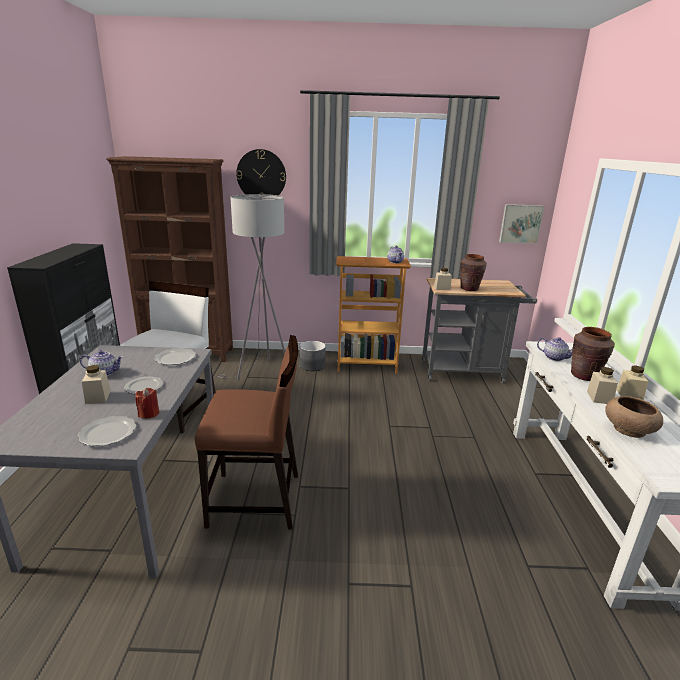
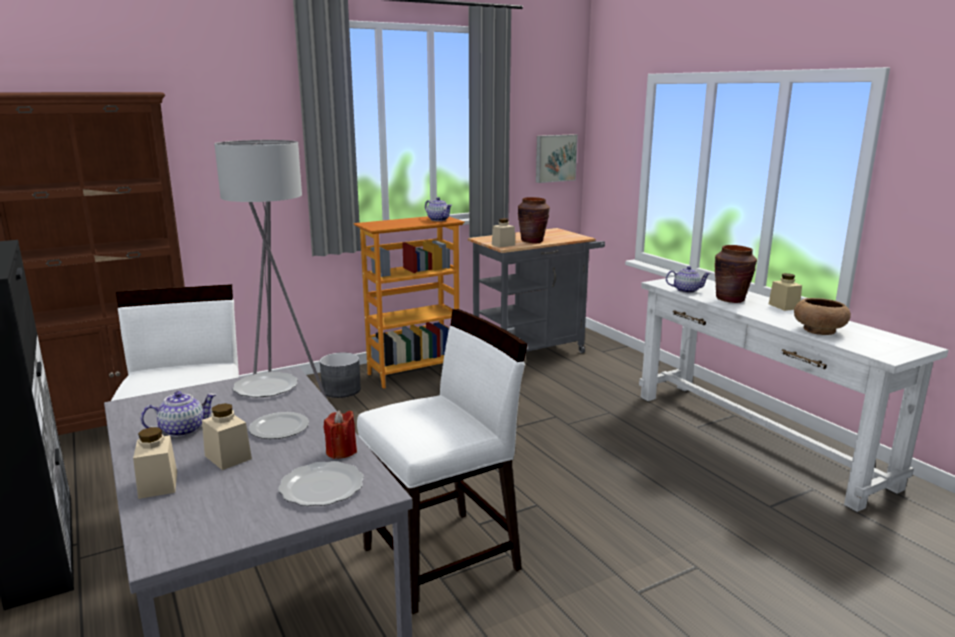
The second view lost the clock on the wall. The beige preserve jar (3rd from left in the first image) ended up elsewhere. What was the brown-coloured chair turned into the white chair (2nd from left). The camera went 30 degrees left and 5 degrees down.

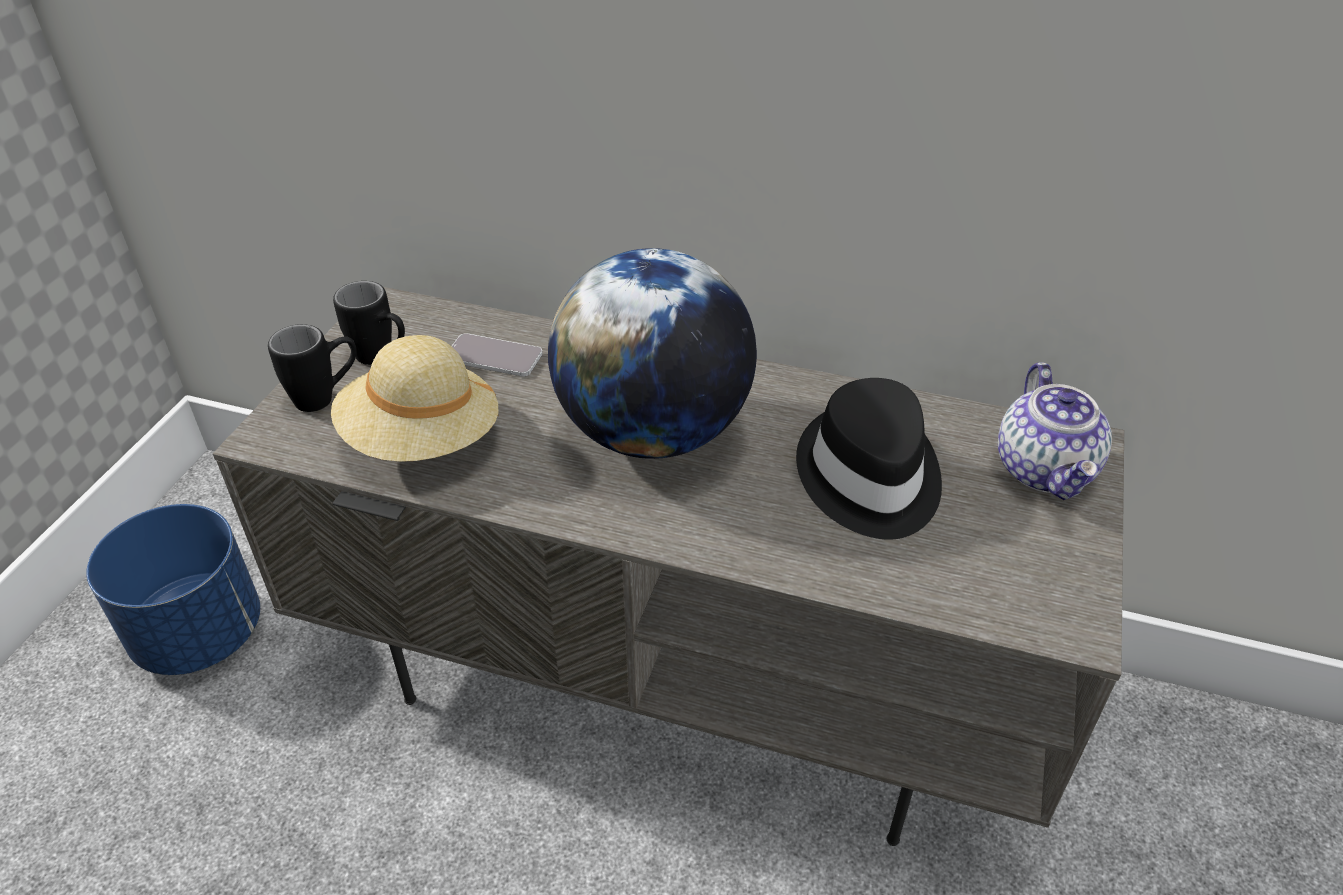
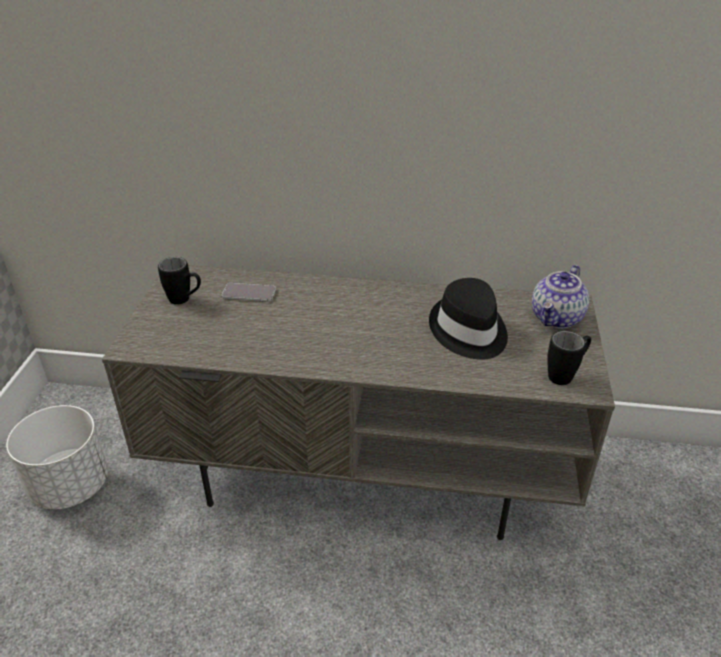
The second view lost the beige wearable hat. The second view lost the world globe. The black-coloured tea mug (1st from left in the first image) ended up elsewhere. What was the bluish planter turned into the white planter. The pot for tea ended up facing another way, 45 degrees clockwise from before. The camera went 10 degrees left and 5 degrees down.

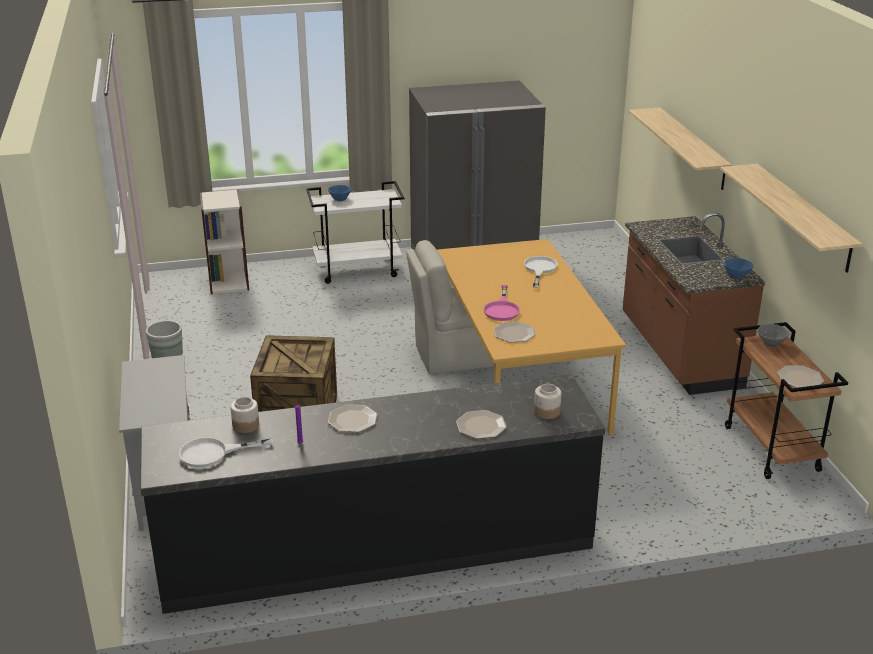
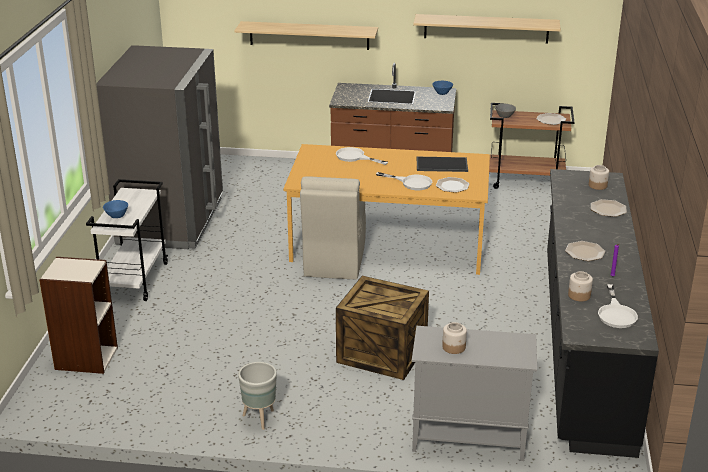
The second view gained the tray. The second view gained the preserve jar (1st from left). What was the pink frying pan turned into the white frying pan (2nd from left). The camera went 70 degrees left and 0 degrees up.

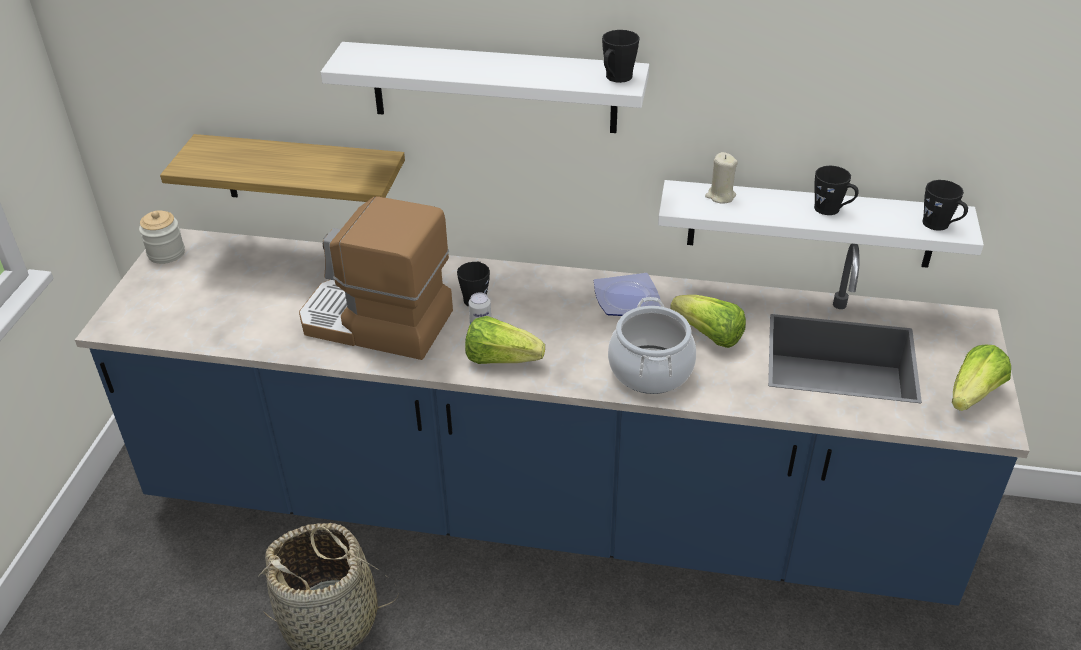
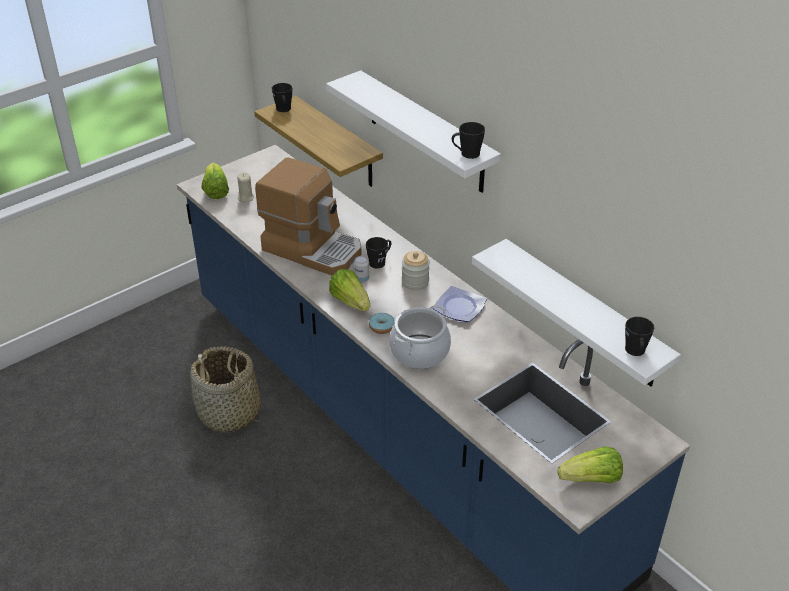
The second view gained the ring doughnut. The preserve jar ended up elsewhere. The head of lettuce (2nd from left in the first image) ended up elsewhere. The beige wax candle ended up elsewhere. The black-coloured tea mug (3rd from left in the first image) ended up elsewhere. The coffee machine ended up facing another way, 150 degrees clockwise from before. The camera went 40 degrees right and 0 degrees up.

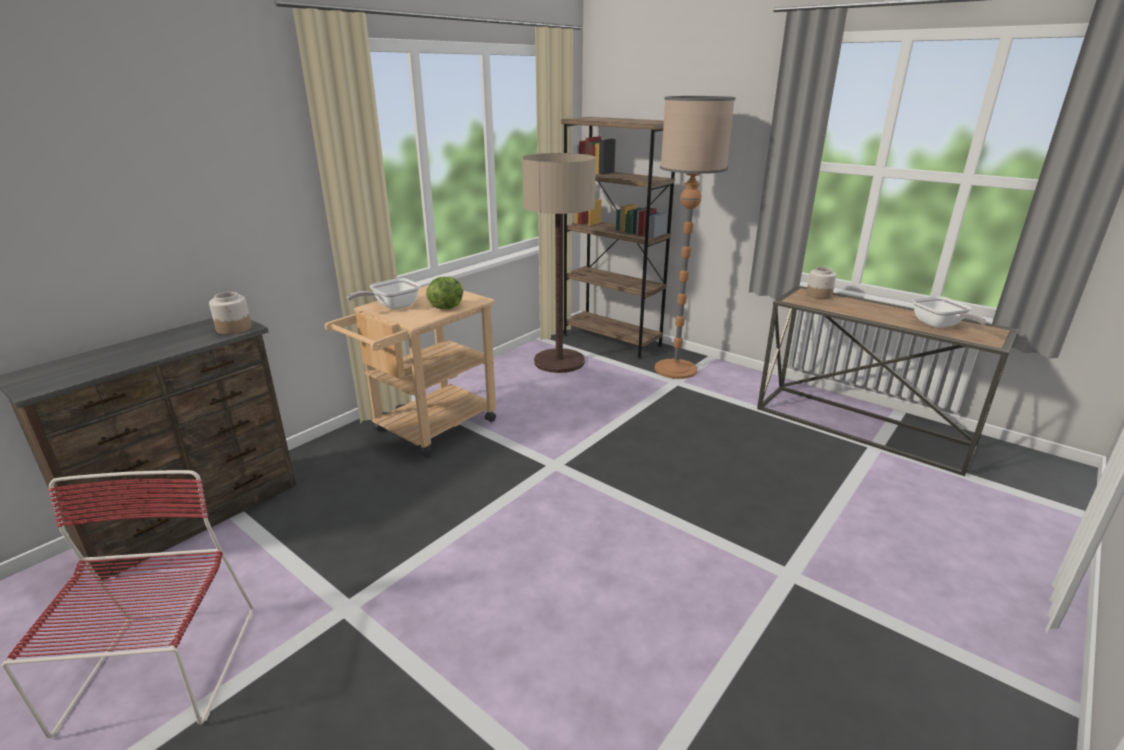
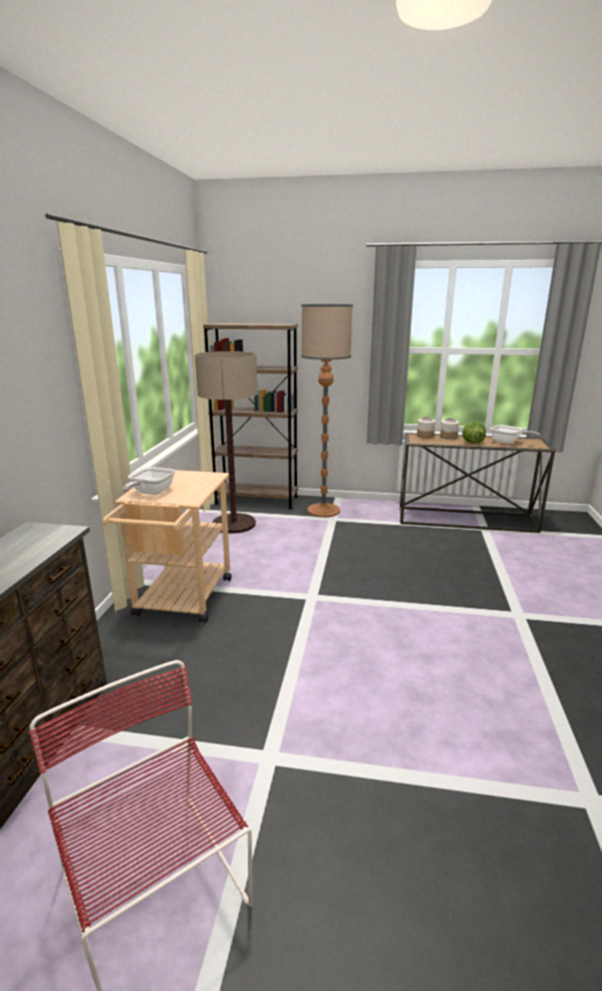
The preserve jar (1st from left in the first image) ended up elsewhere. The head of lettuce ended up elsewhere. The camera went 30 degrees left and 5 degrees down.

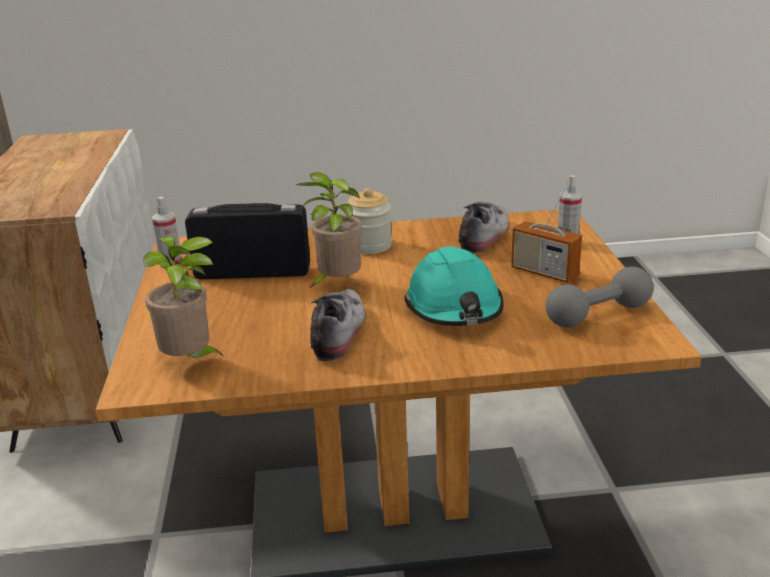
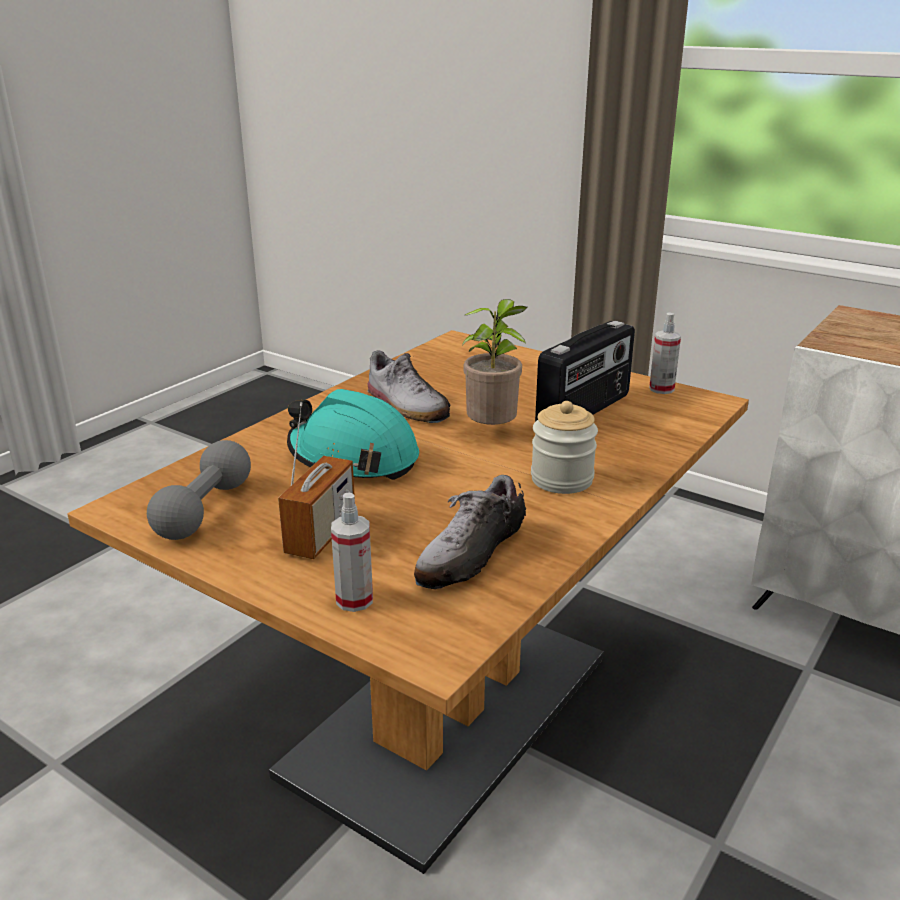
The second view lost the potted plant (1st from left). The shoe (2nd from left) ended up facing another way, 60 degrees clockwise from before. The radio set (2nd from left in the first image) ended up facing another way, 120 degrees clockwise from before. The camera went 130 degrees right and 0 degrees up.

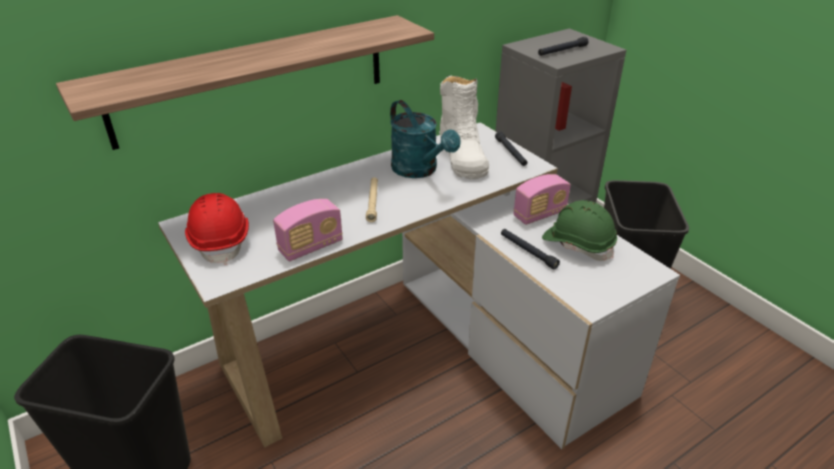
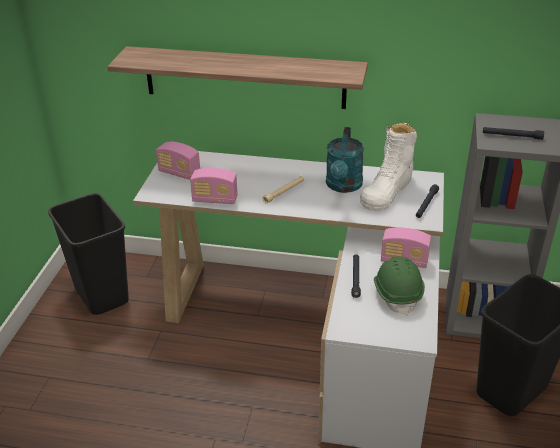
Where the red hard hat stood, the radio set (1st from left) came to stand. The camera went 45 degrees right and 0 degrees up.

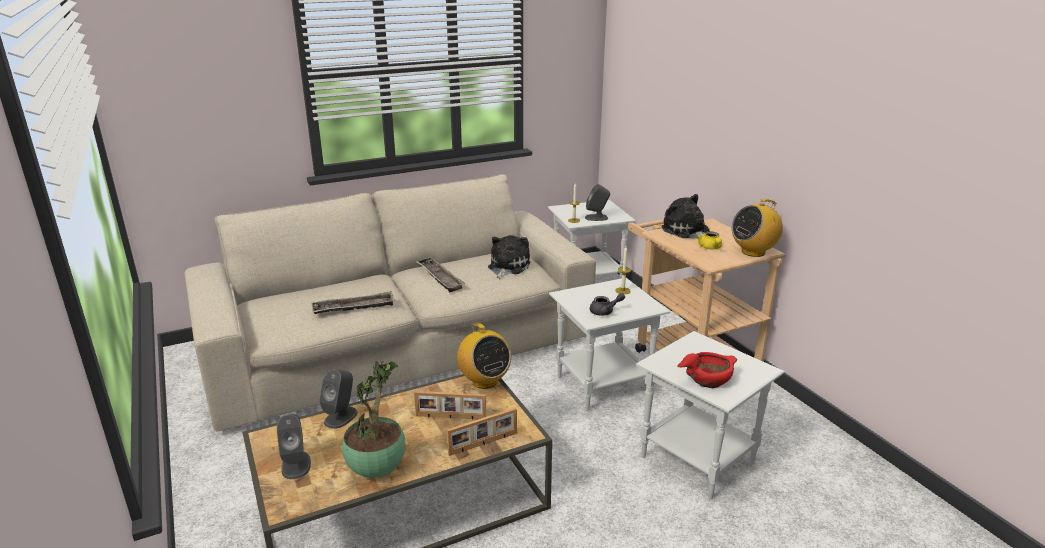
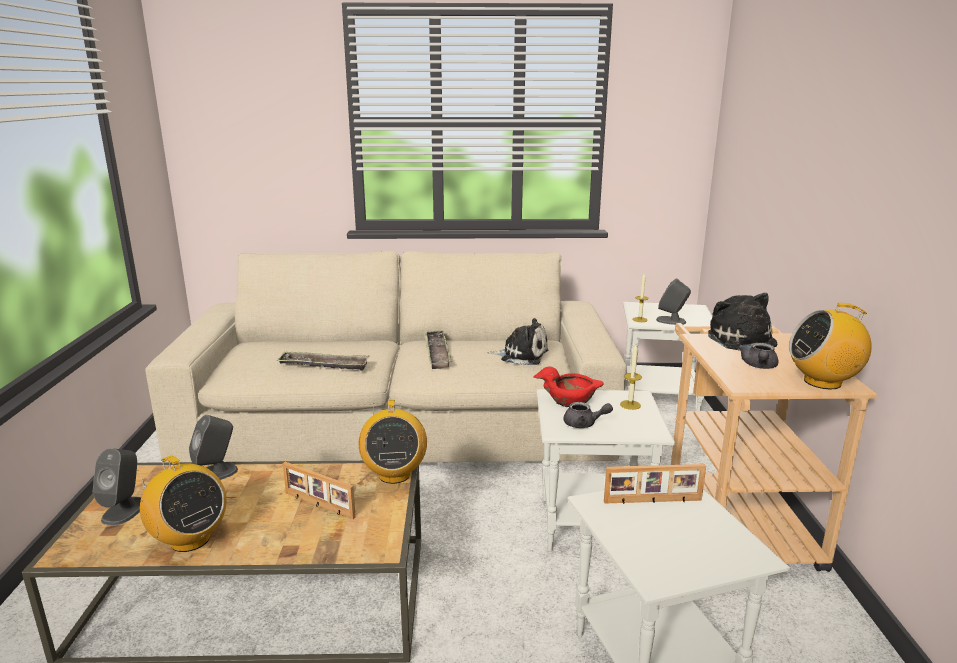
The standing frame (2nd from left) ended up elsewhere. The red serving bowl ended up elsewhere. Where the potted plant stood, the radio set (1st from left) came to stand. What was the yellow pot for tea turned into the grey pot for tea (2nd from left). The plush toy (1st from left) ended up facing another way, 60 degrees clockwise from before. The camera went 25 degrees right and 5 degrees down.

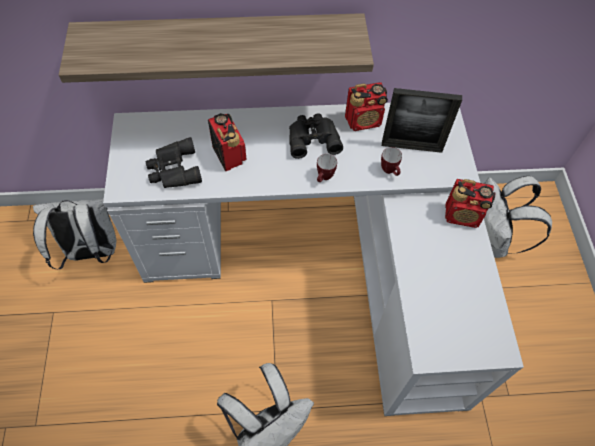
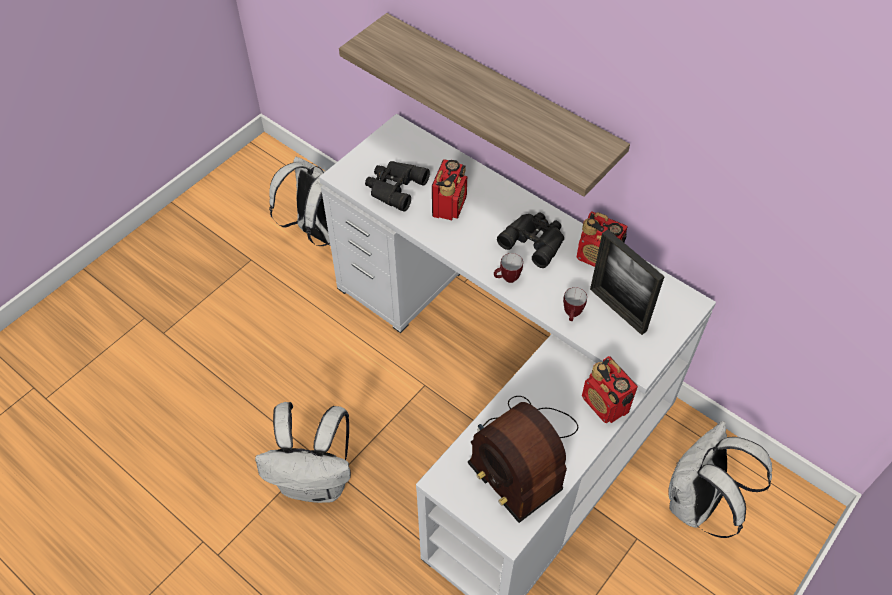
The second view gained the radio set (2nd from left). The camera went 45 degrees right and 5 degrees down.

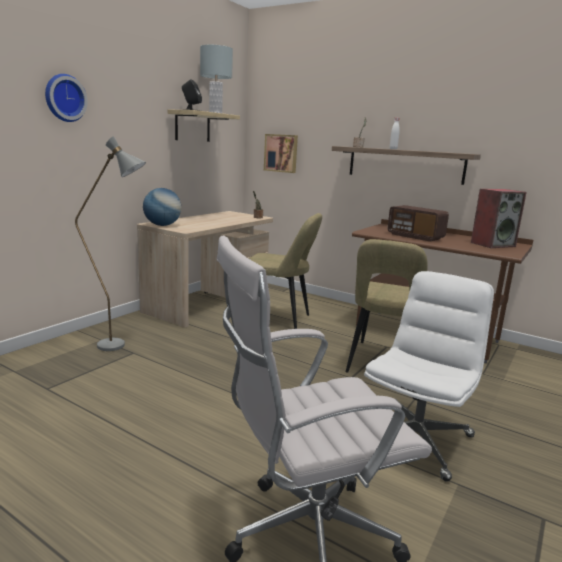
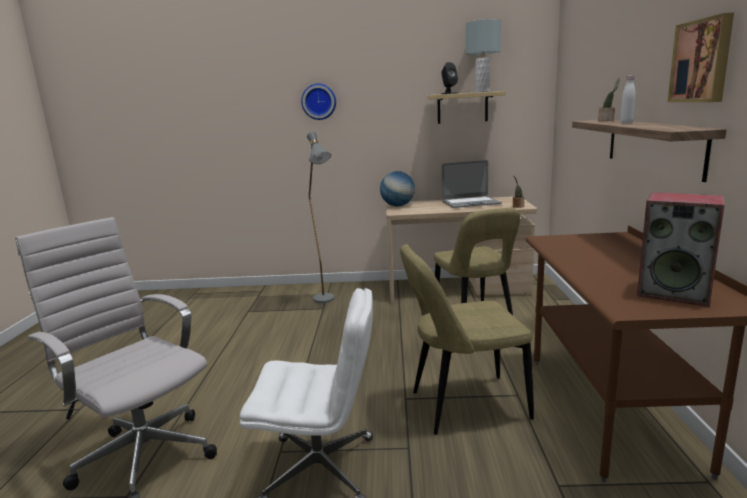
The second view lost the radio set. The second view gained the notebook computer. The wall picture ended up elsewhere. The camera went 60 degrees right and 0 degrees up.

